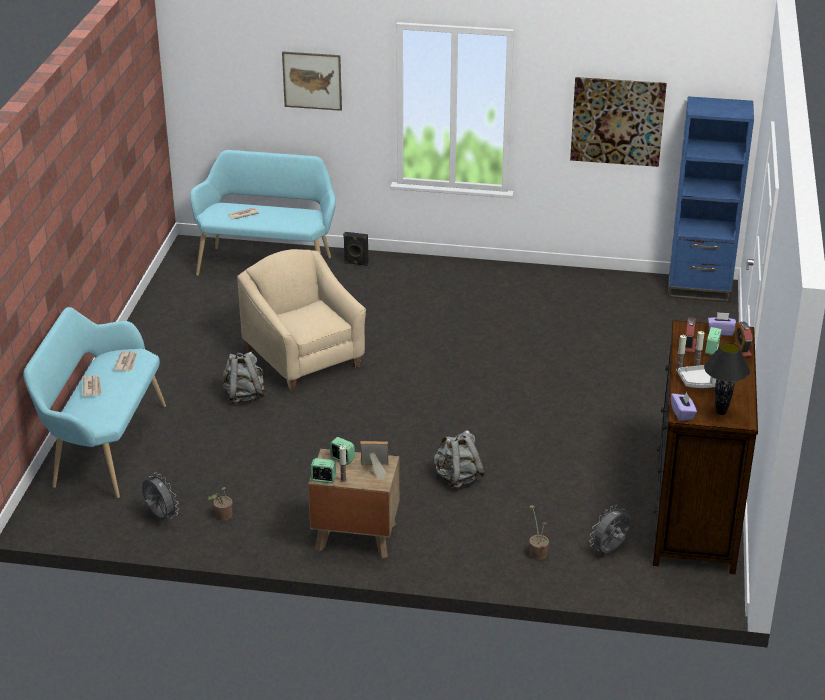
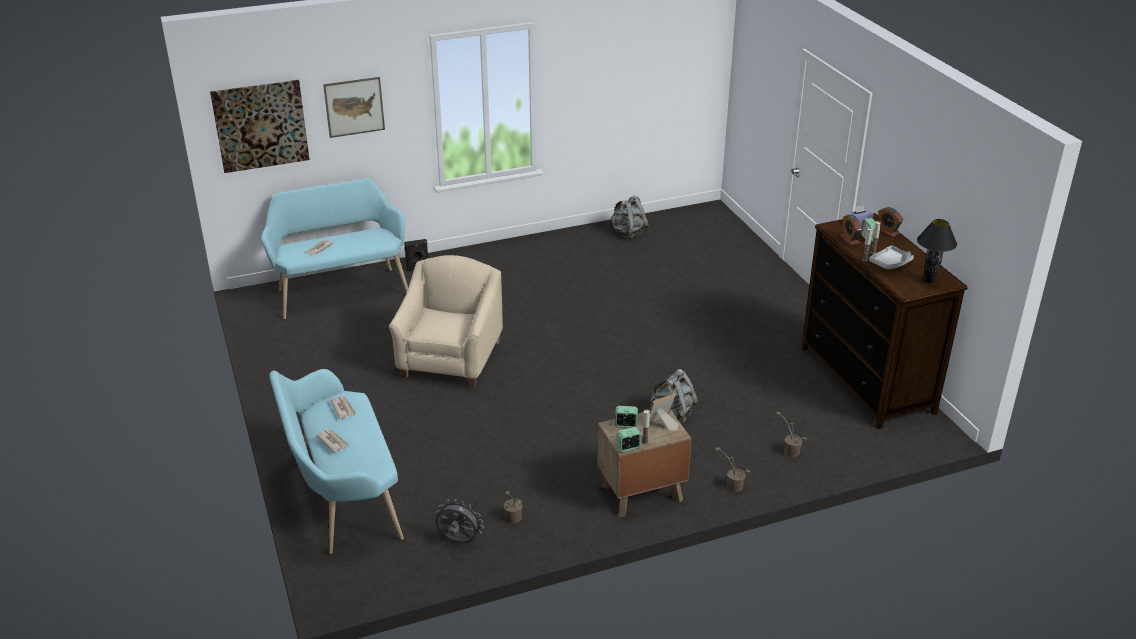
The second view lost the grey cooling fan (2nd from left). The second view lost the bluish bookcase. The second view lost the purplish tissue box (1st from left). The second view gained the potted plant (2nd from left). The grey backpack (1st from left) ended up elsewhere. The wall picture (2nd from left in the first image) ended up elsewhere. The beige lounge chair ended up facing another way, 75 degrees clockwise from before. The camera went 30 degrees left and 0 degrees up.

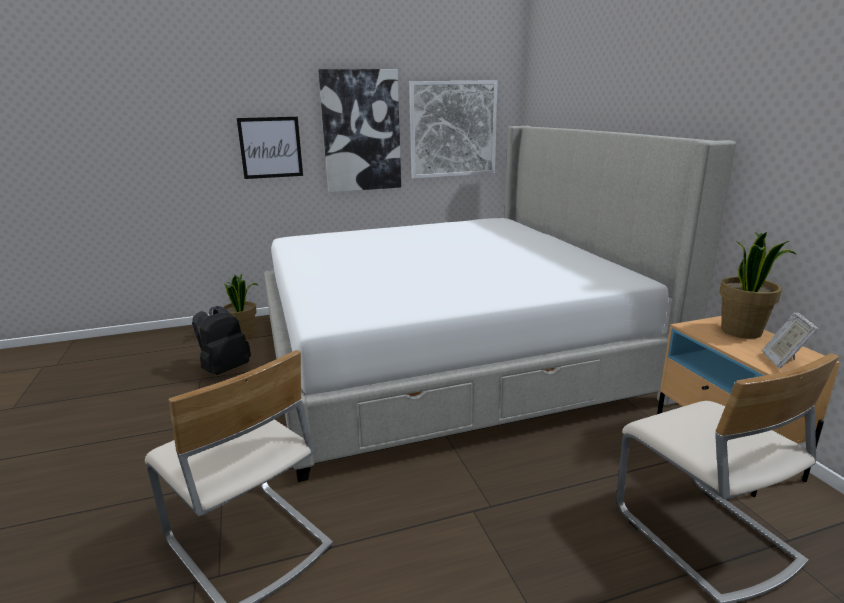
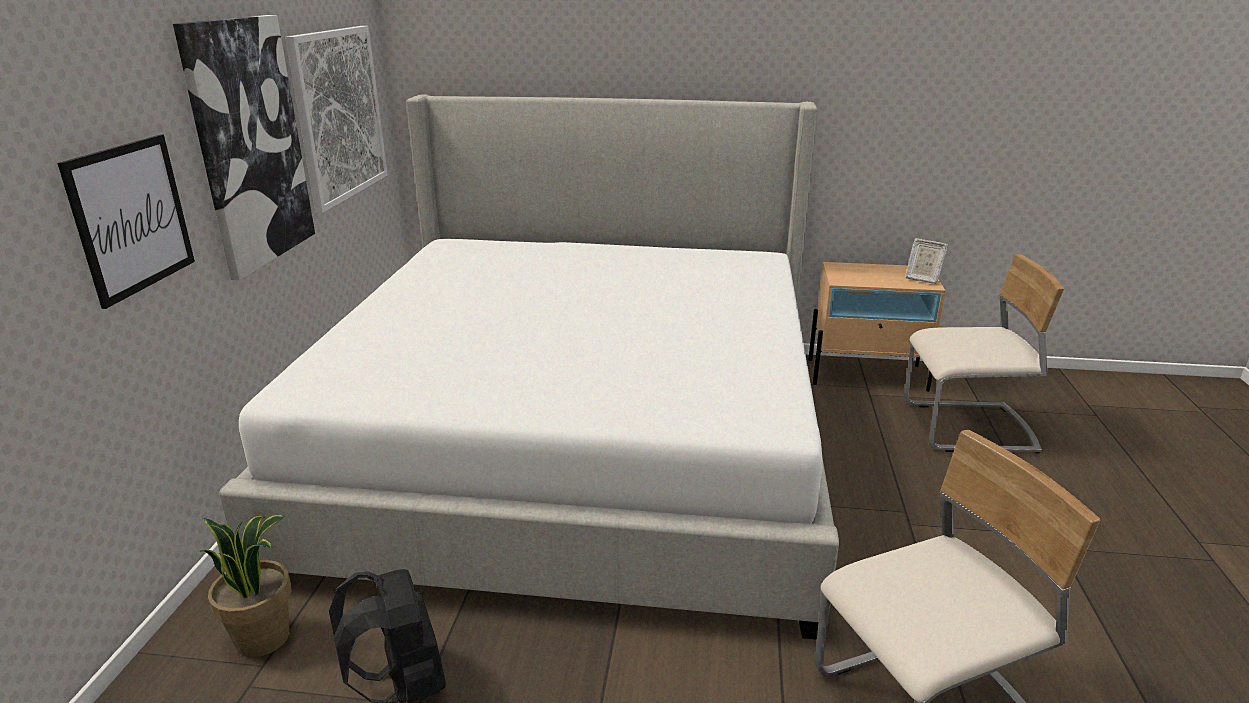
The second view lost the potted plant (2nd from left). The camera went 65 degrees left and 5 degrees up.

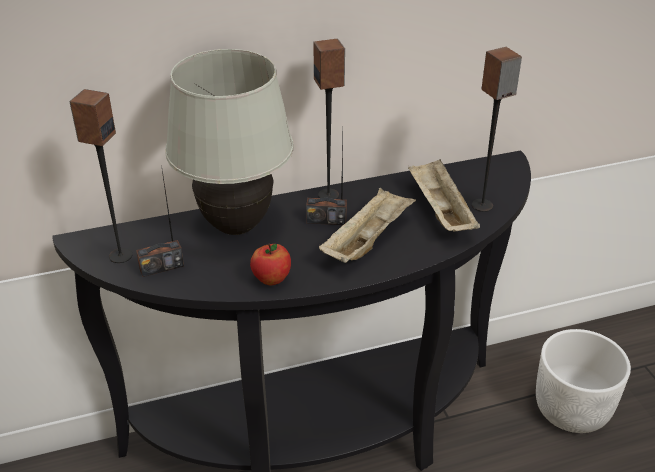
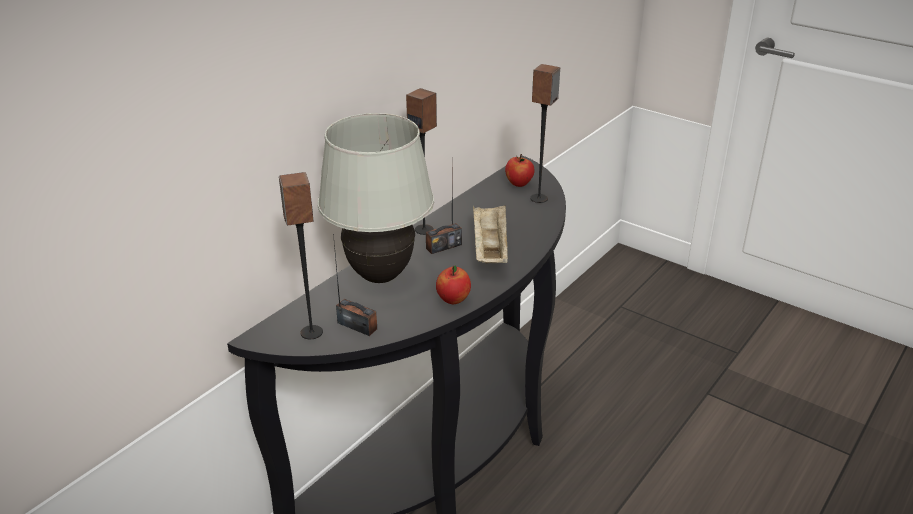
The second view lost the beige tray (2nd from left). The second view lost the white planter. The second view gained the apple fruit (2nd from left). The radio set (1st from left) ended up facing another way, 90 degrees counterclockwise from before. The camera went 35 degrees left and 5 degrees down.

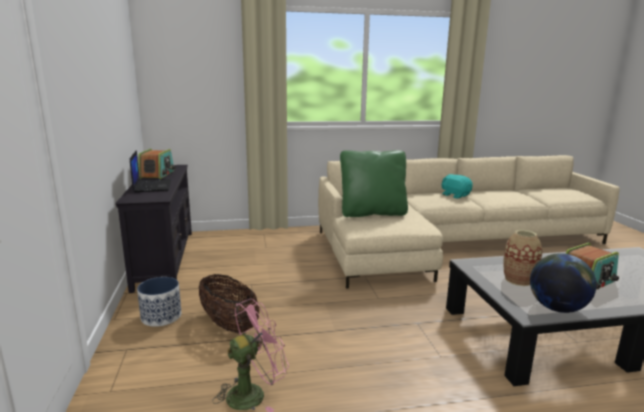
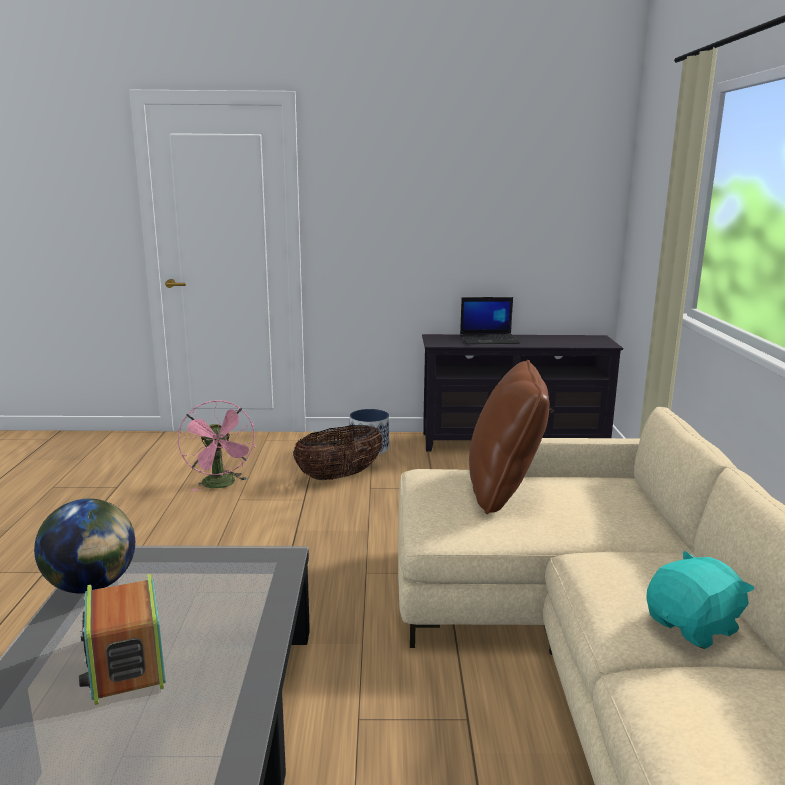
The second view lost the radio set (1st from left). The second view lost the flower vase. What was the green-coloured throw pillow turned into the brown-coloured throw pillow. The camera went 100 degrees right and 0 degrees up.

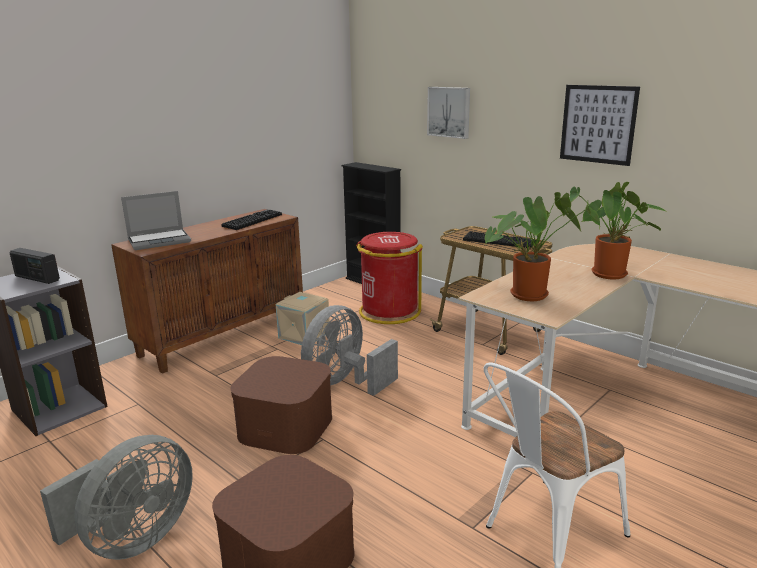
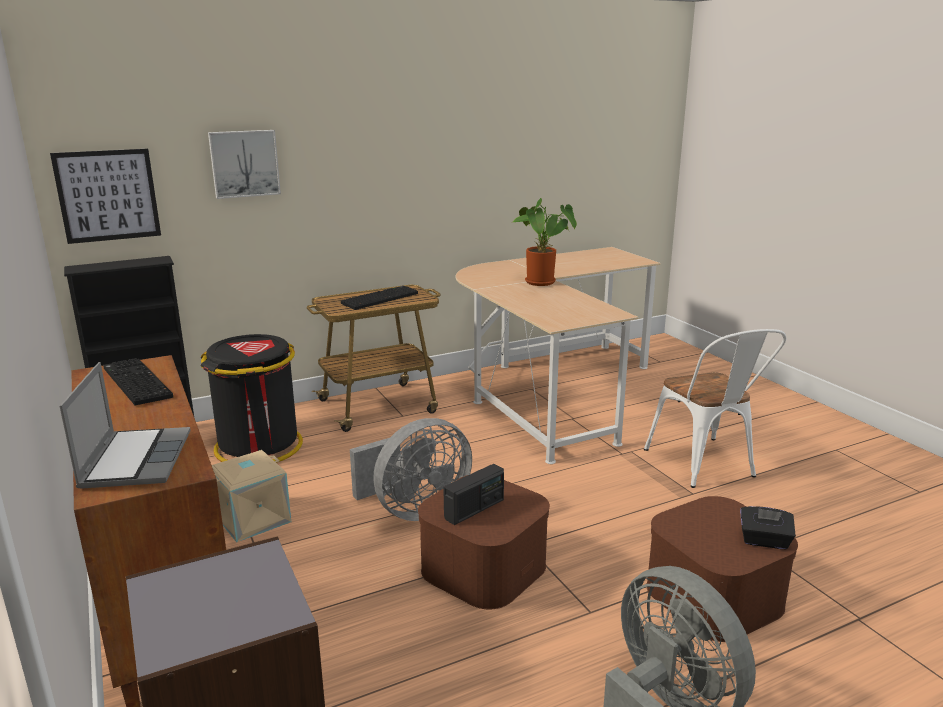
The second view lost the potted plant (1st from left). The second view gained the black-coloured tissue box. The radio set ended up elsewhere. The wall picture (2nd from left in the first image) ended up elsewhere. What was the red rubbish bin turned into the black-coloured rubbish bin. The grey cooling fan (2nd from left in the first image) ended up facing another way, 90 degrees counterclockwise from before. The camera went 70 degrees left and 0 degrees up.

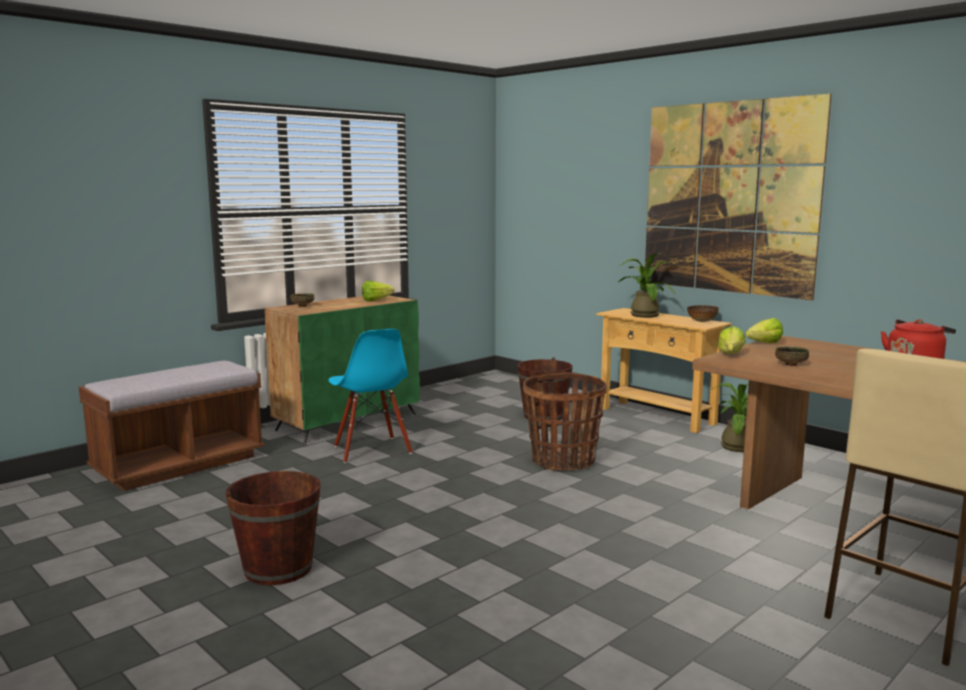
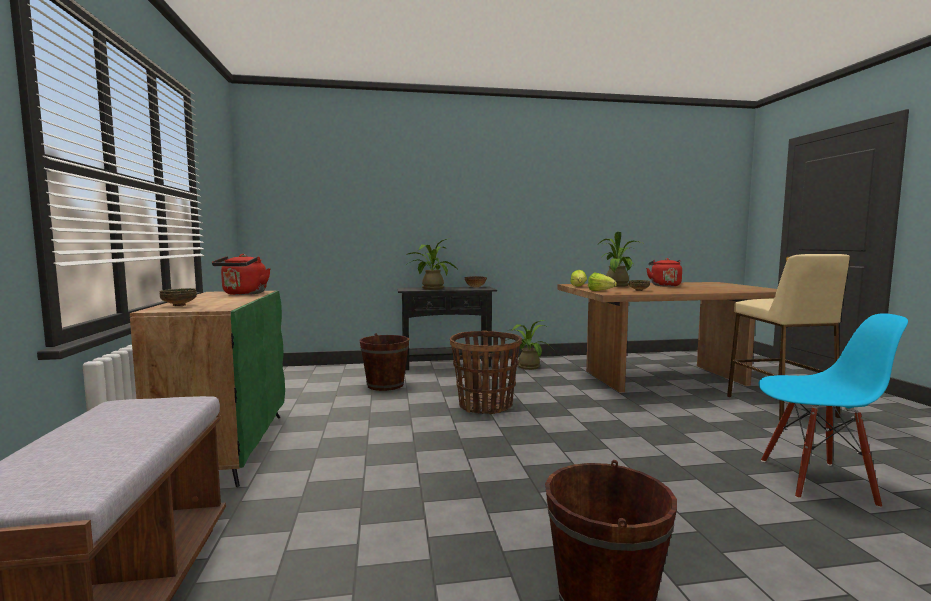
The second view lost the wall picture. The second view gained the potted plant (3rd from left). The bluish chair ended up elsewhere. Where the head of lettuce (1st from left) stood, the red kettle (1st from left) came to stand. What was the beige narrow table turned into the black-coloured narrow table. The camera went 55 degrees left and 5 degrees down.

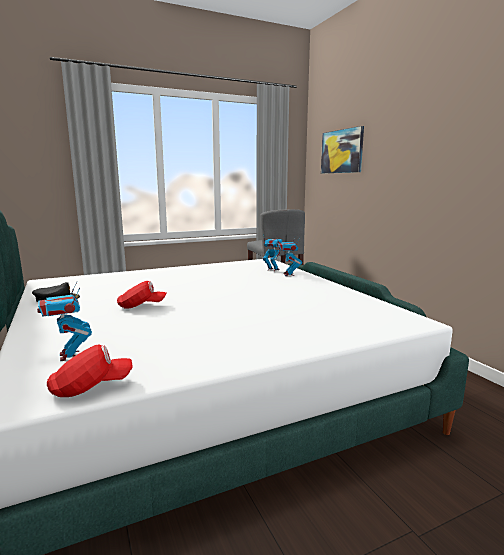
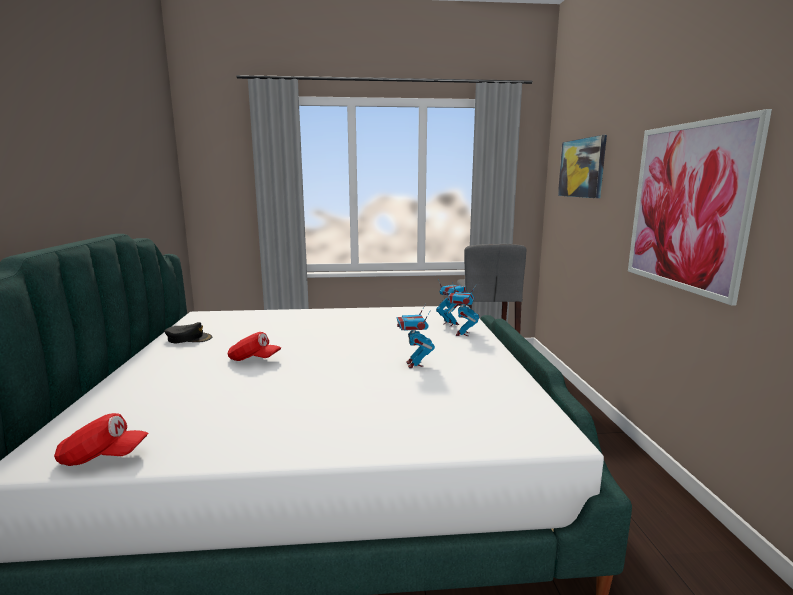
The second view gained the wall picture (2nd from left). The robot figure (1st from left) ended up elsewhere. The camera went 20 degrees right and 0 degrees up.

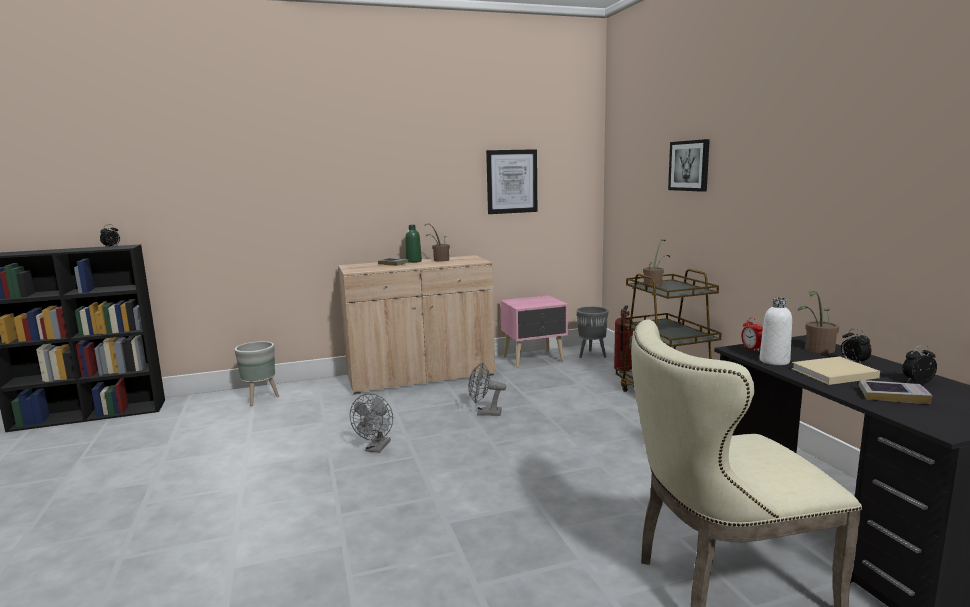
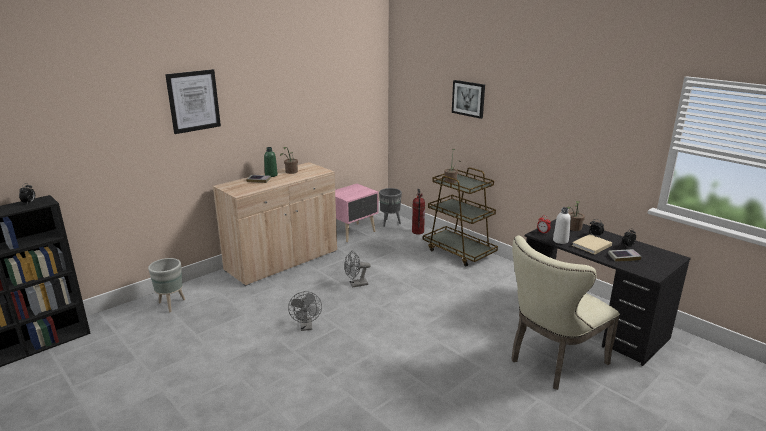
The wall picture (1st from left) ended up elsewhere. The camera went 25 degrees left and 10 degrees up.

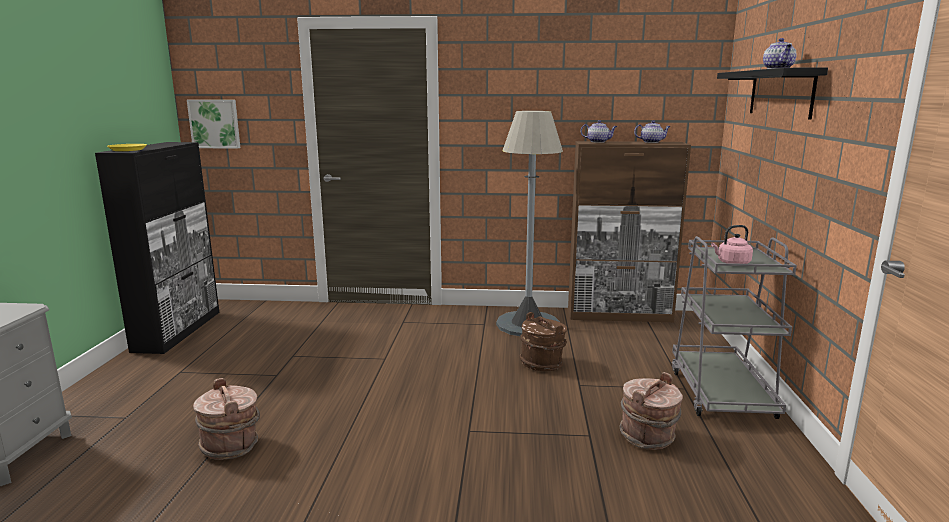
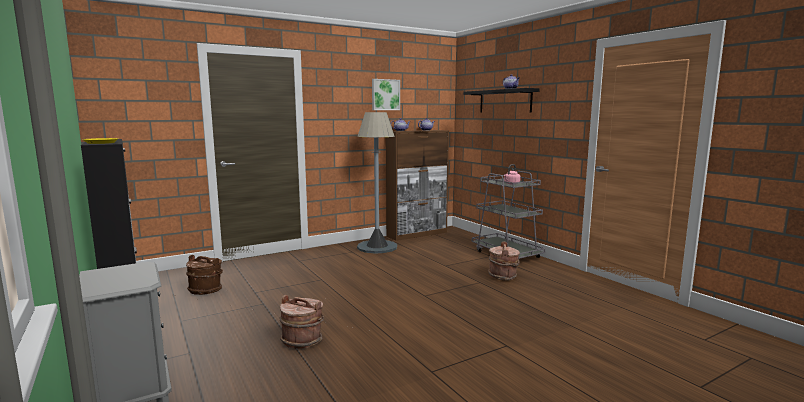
The wall picture ended up elsewhere. The brown-coloured bucket (2nd from left in the first image) ended up elsewhere. The camera went 35 degrees left and 5 degrees down.

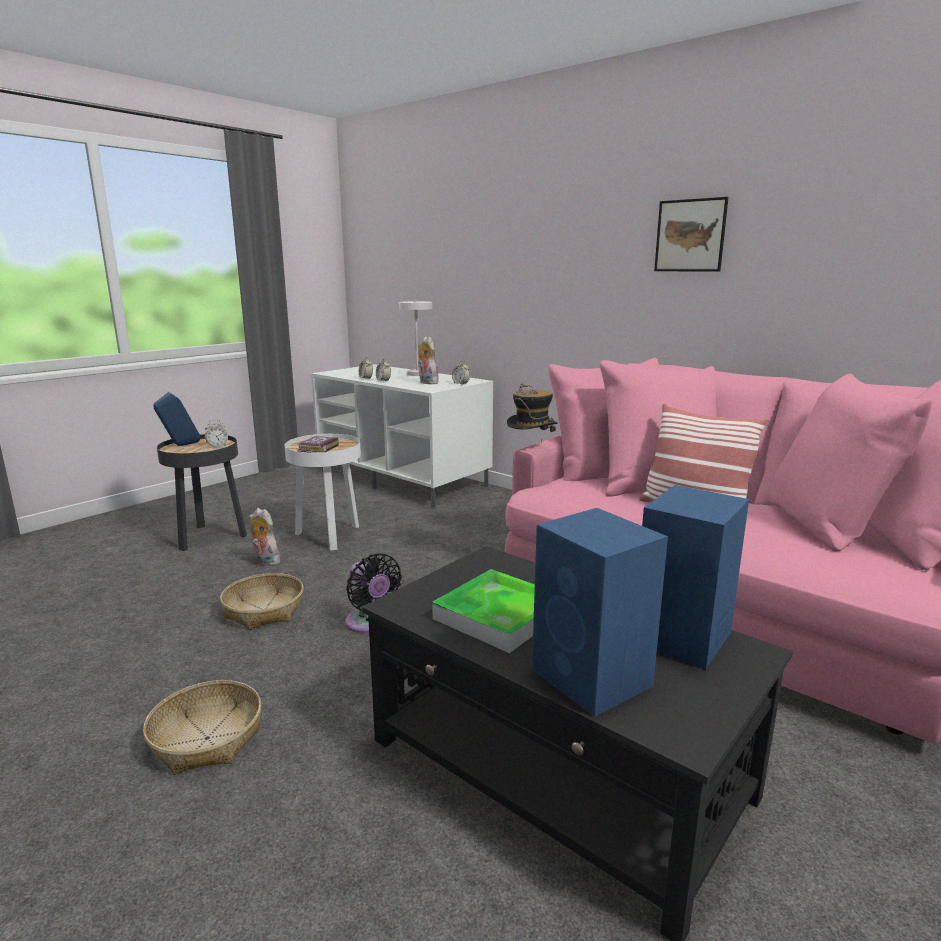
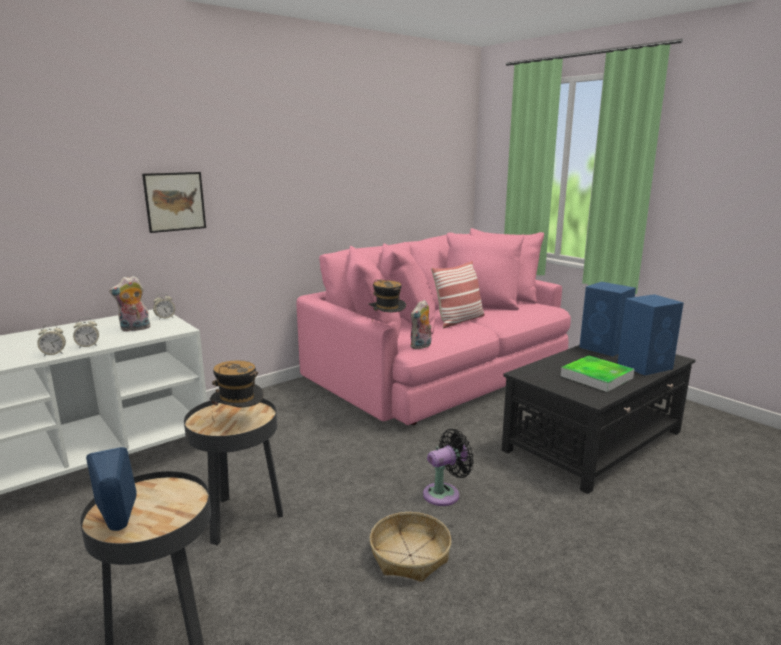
The second view lost the storage basket (1st from left). The second view lost the bedside clock (1st from left). The second view lost the white tabletop lamp. The plush toy (1st from left in the first image) ended up elsewhere. The wall picture ended up elsewhere. Where the bound book stood, the wearable hat (1st from left) came to stand. What was the white accent table turned into the black-coloured accent table (2nd from left). The camera went 80 degrees left and 0 degrees up.

